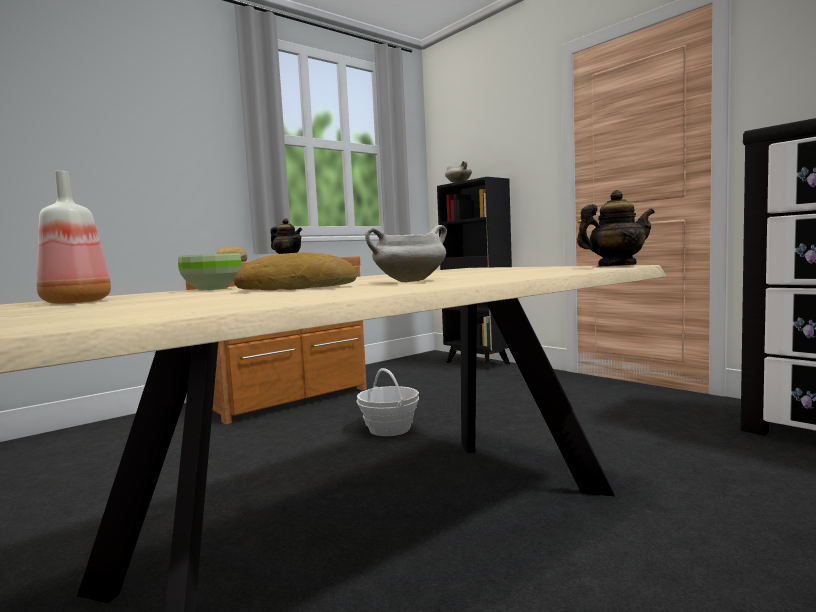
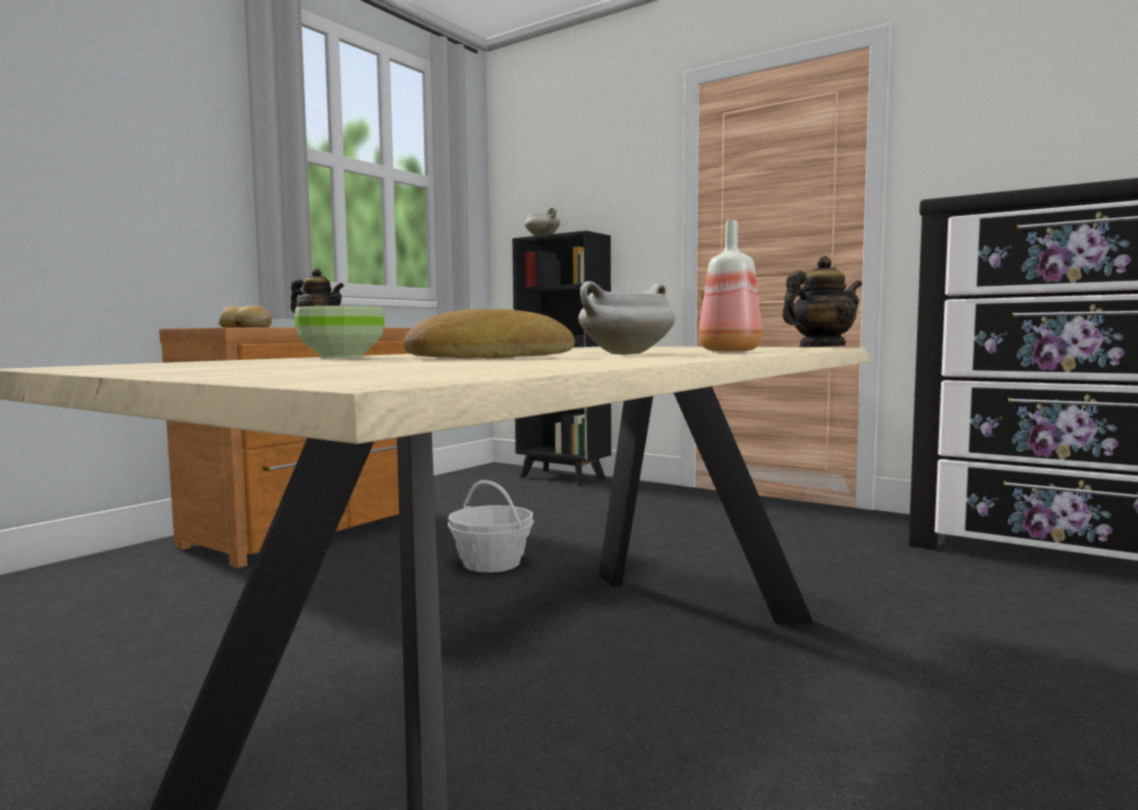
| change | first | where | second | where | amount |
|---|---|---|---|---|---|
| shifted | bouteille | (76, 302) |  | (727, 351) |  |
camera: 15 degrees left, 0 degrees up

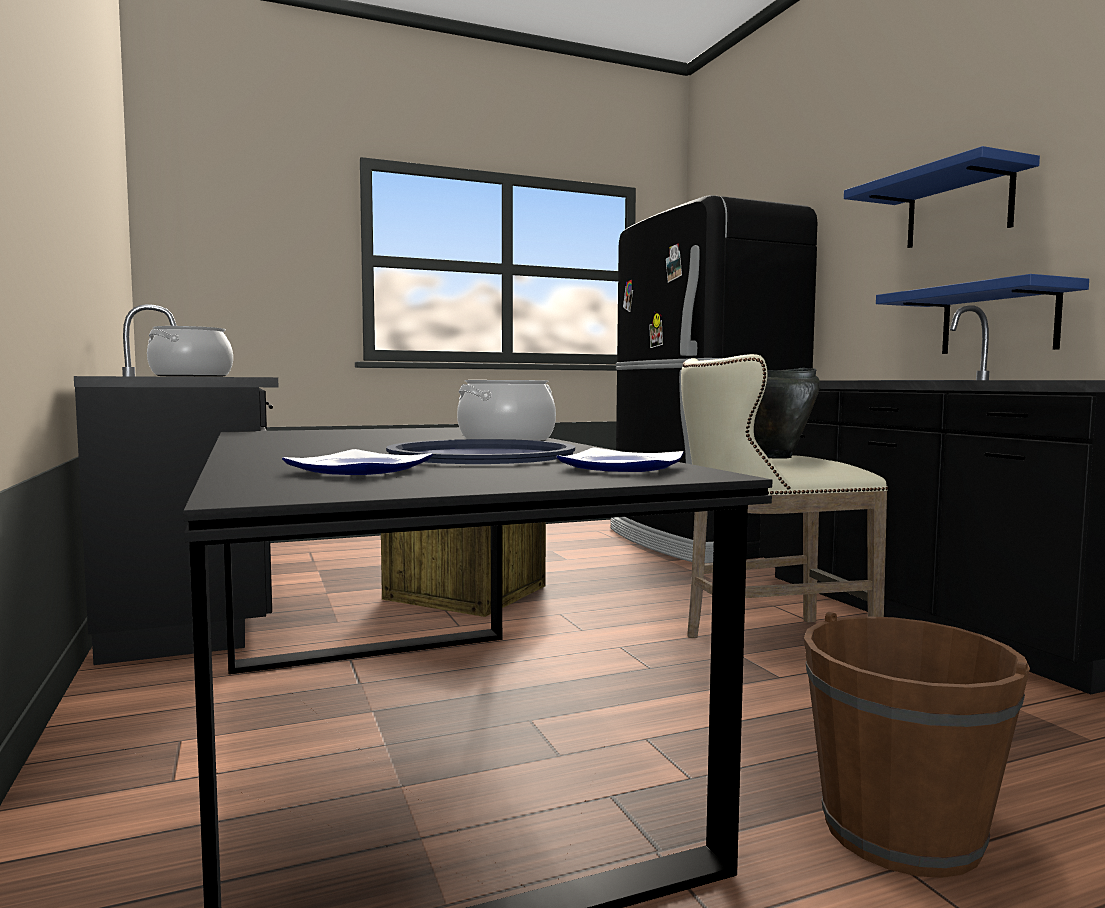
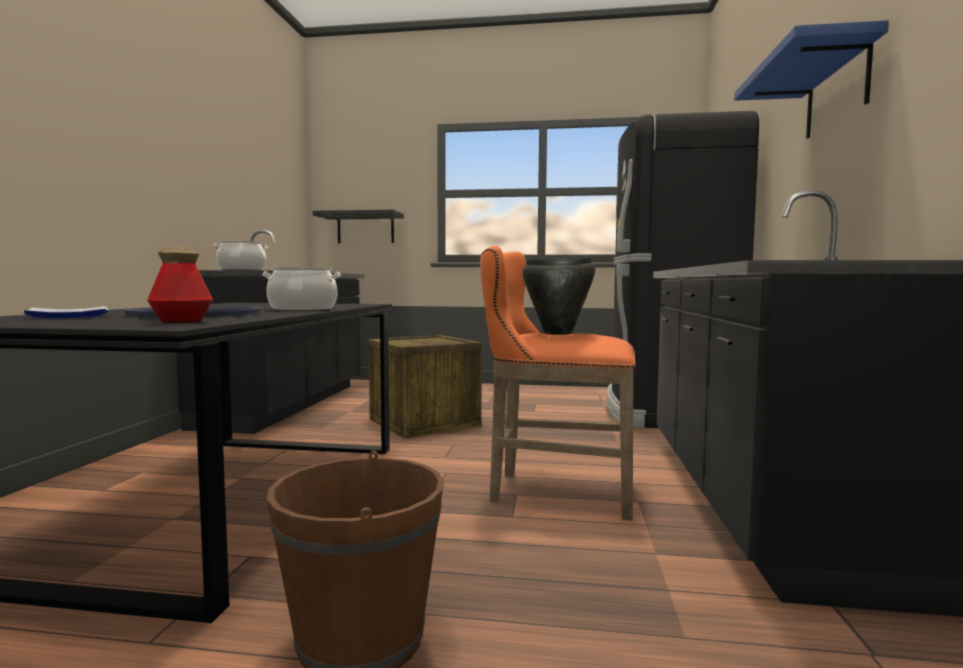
| change | first | where | second | where | amount |
|---|---|---|---|---|---|
| gone | étagère [bleu] | (998, 320) |  |  |  |
| new |  |  | étagère [noir] | (365, 228) |  |
| swapped | assiette | (620, 467) | bouteille | (182, 321) |  |
| repainted | tabouret [beige] | (767, 644) | tabouret [orange] | (554, 492) |  |
camera: 30 degrees right, 0 degrees up

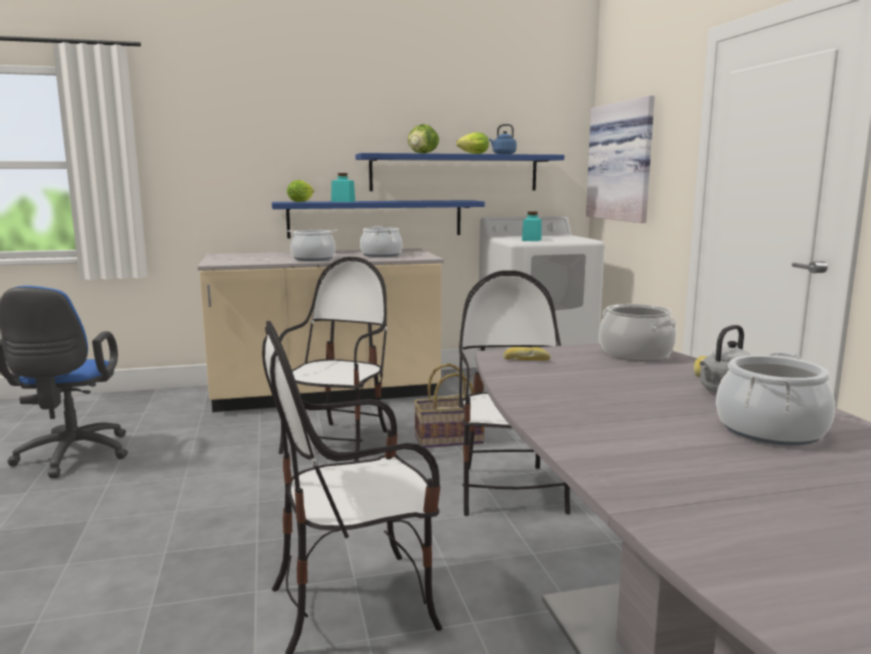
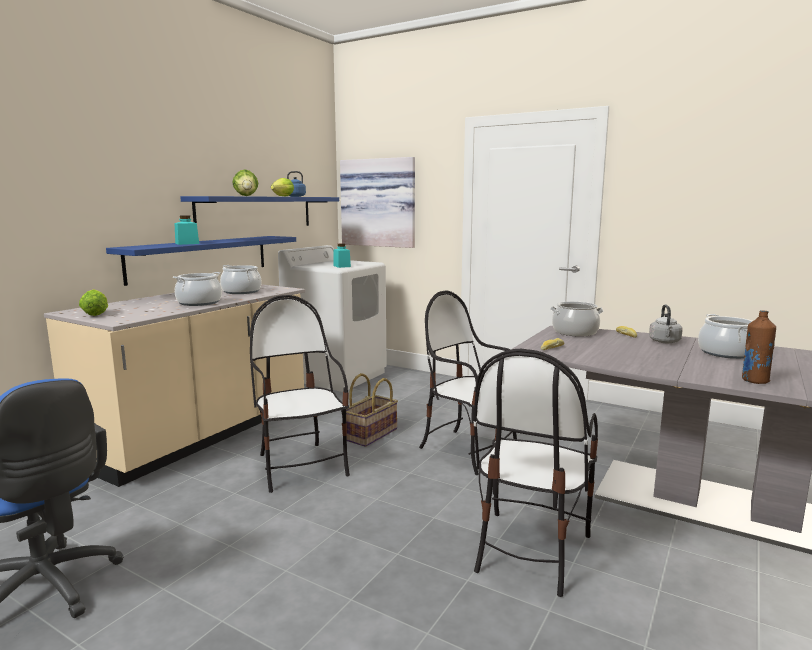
| change | first | where | second | where | amount |
|---|---|---|---|---|---|
| new |  |  | bouteille [marron] | (754, 381) |  |
| shifted | laitue | (302, 201) |  | (96, 314) |  |
camera: 45 degrees left, 0 degrees up

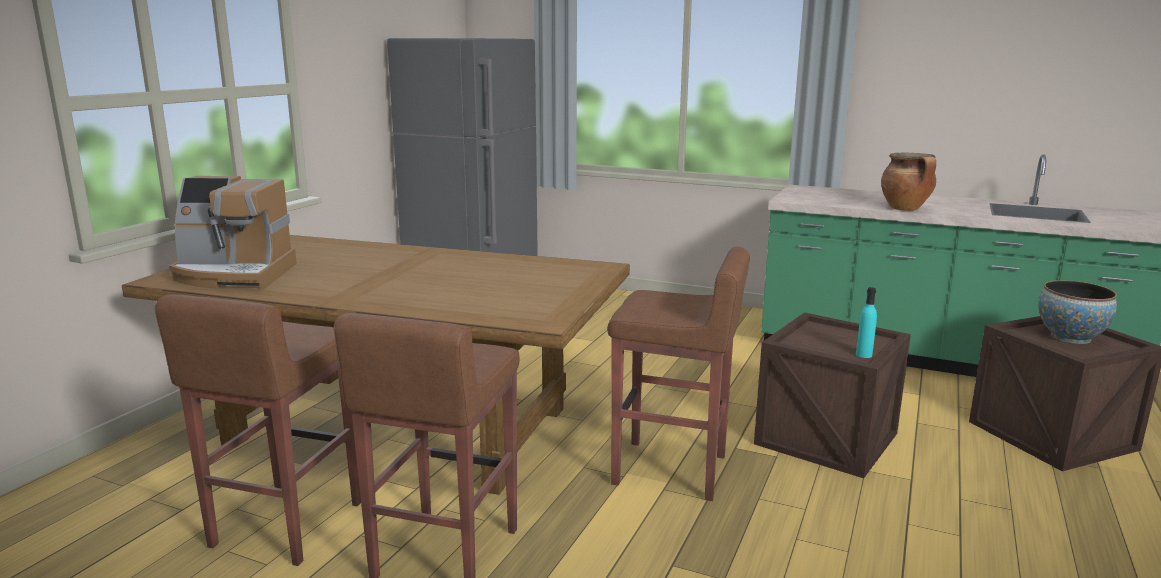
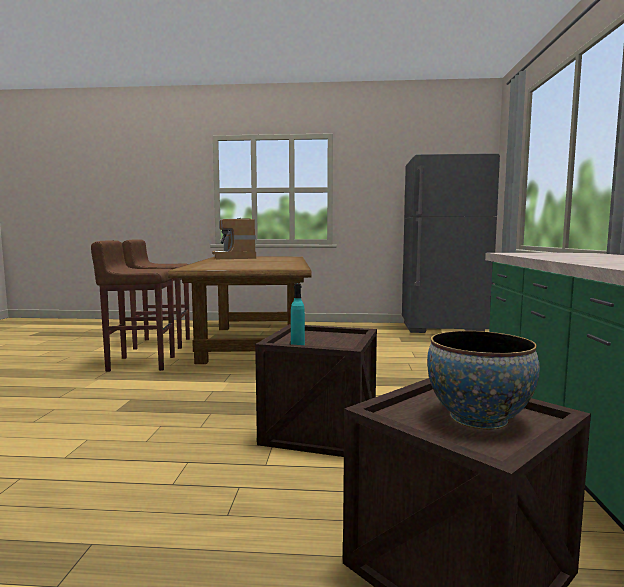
| change | first | where | second | where | amount |
|---|---|---|---|---|---|
| gone | tabouret [marron] | (671, 471) |  |  |  |
| gone | marmite | (906, 209) |  |  |  |
camera: 70 degrees right, 10 degrees down

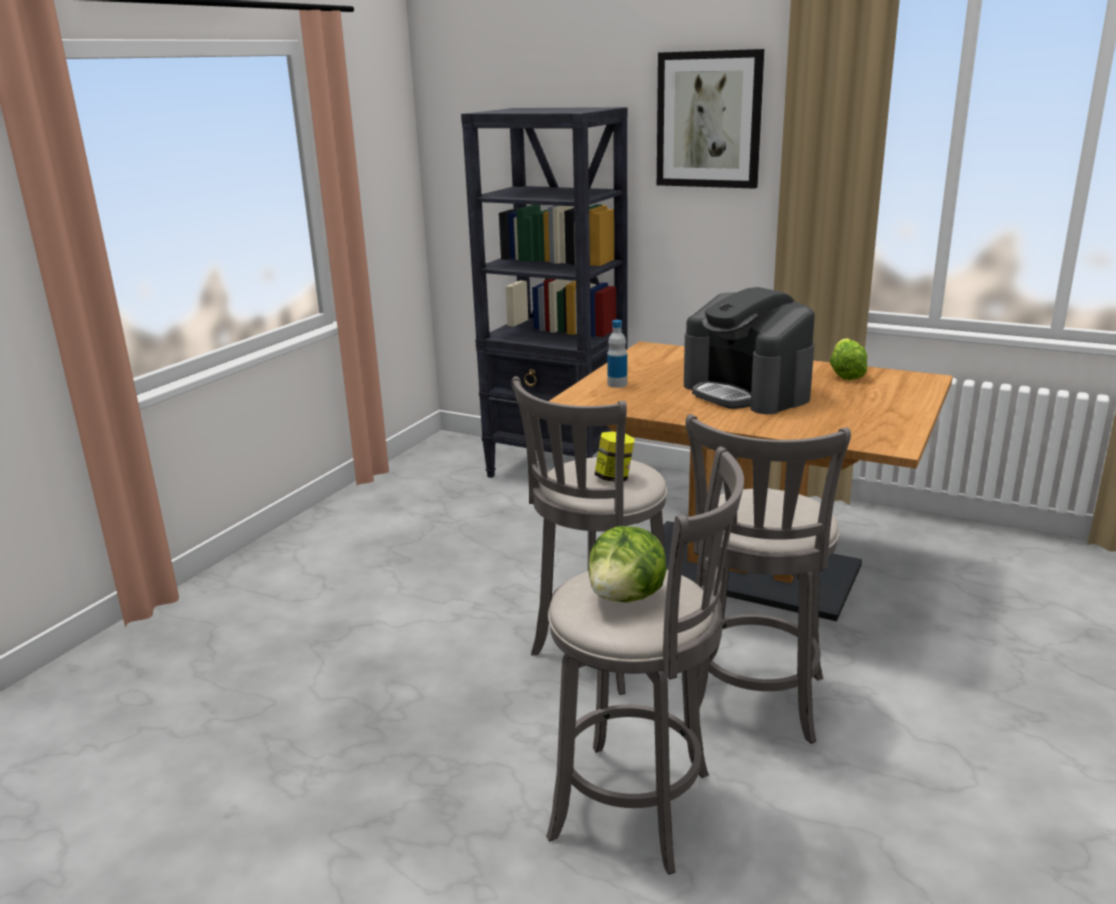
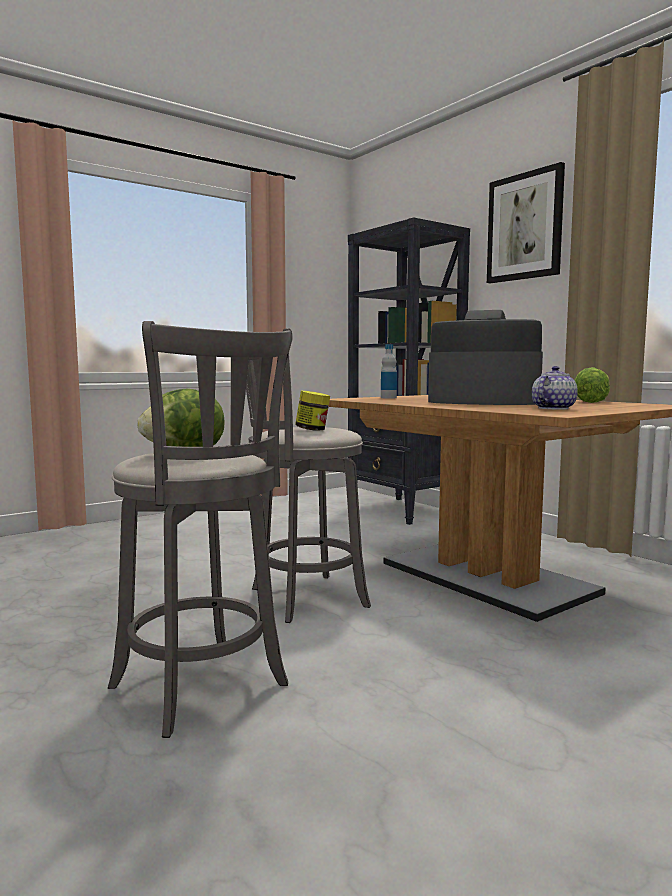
| change | first | where | second | where | amount |
|---|---|---|---|---|---|
| gone | tabouret [gris] | (754, 703) |  |  |  |
| new |  |  | théière | (552, 408) |  |
| rotated | machine à café | (747, 392) |  | (483, 402) | 120 degrees clockwise |
camera: 25 degrees right, 15 degrees down

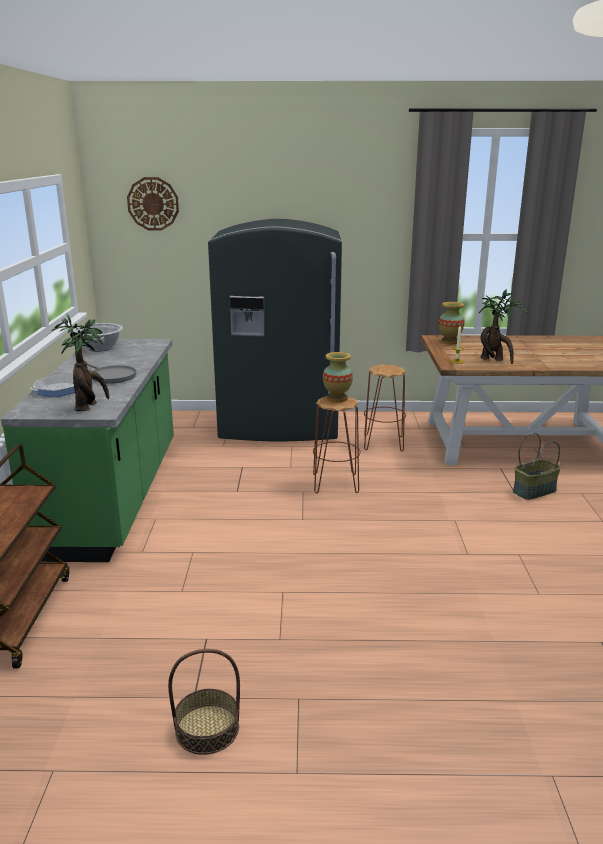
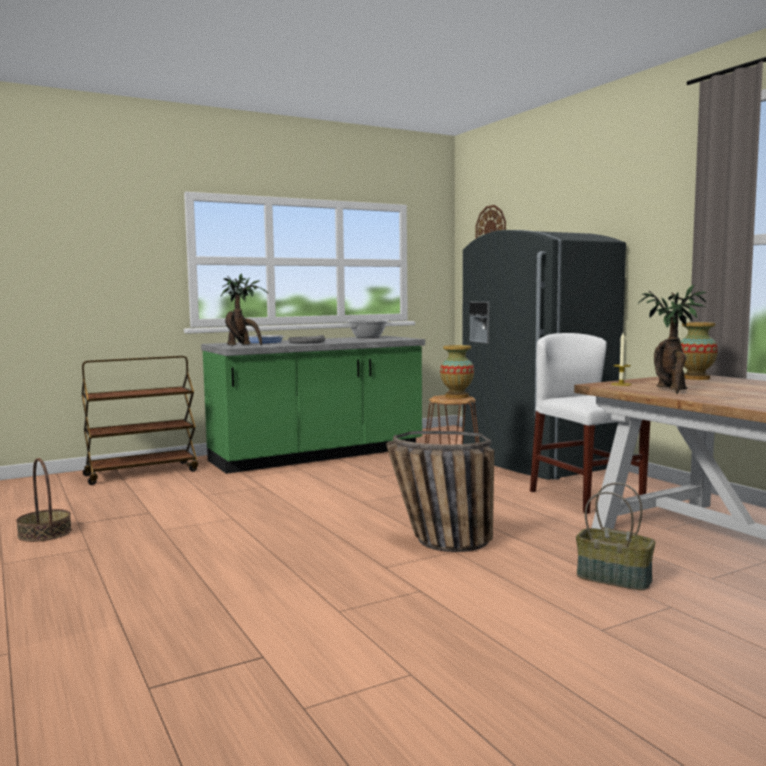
| change | first | where | second | where | amount |
|---|---|---|---|---|---|
| new |  |  | panier | (435, 542) |  |
| swapped | tabouret [marron] | (383, 443) | chaise [blanc] | (586, 497) |  |
camera: 60 degrees right, 15 degrees down

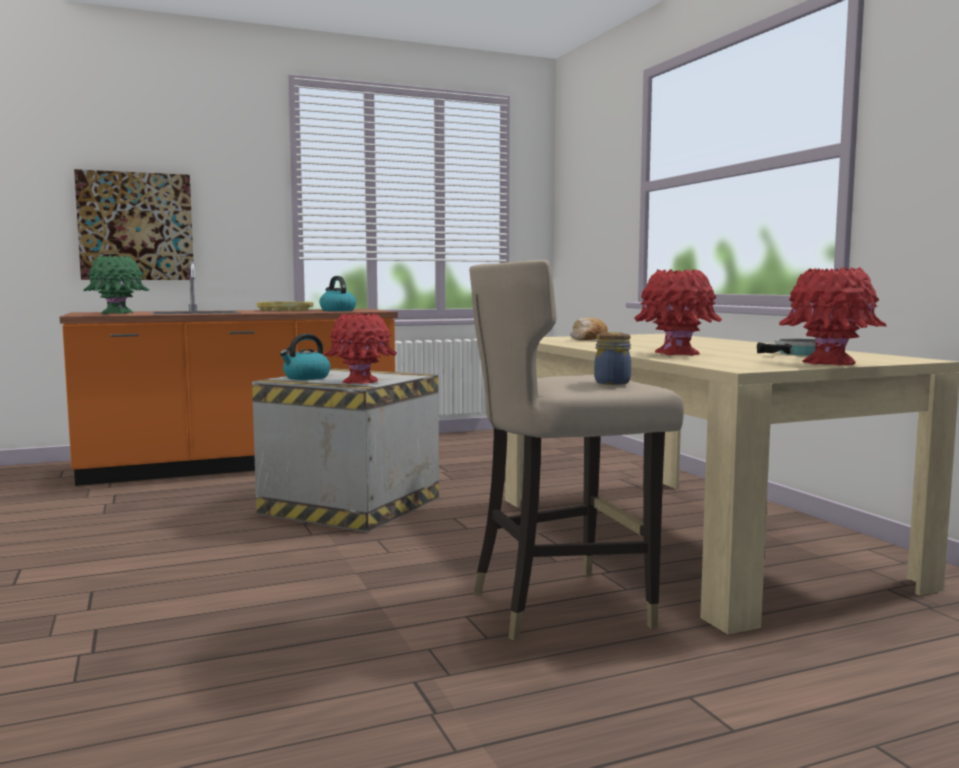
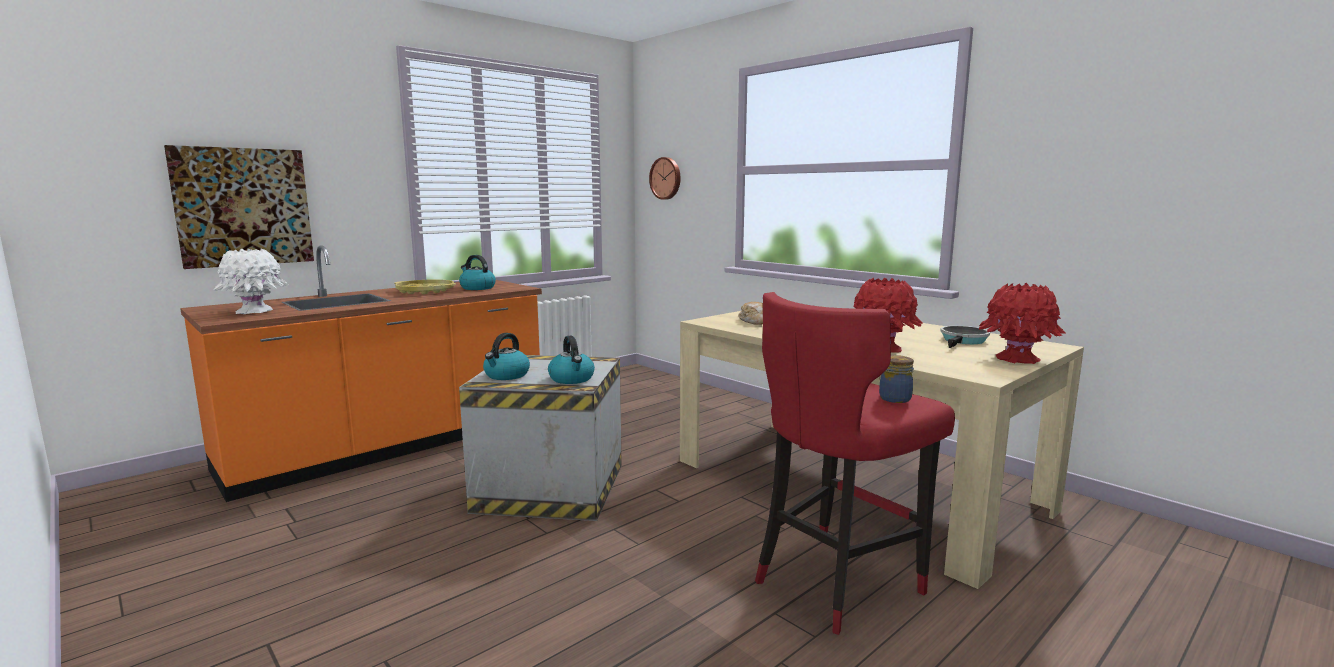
| change | first | where | second | where | amount |
|---|---|---|---|---|---|
| new |  |  | horloge murale | (666, 178) |  |
| swapped | vase [rouge] | (361, 382) | bouilloire | (572, 379) |  |
| repainted | vase [vert] | (117, 313) | vase [blanc] | (255, 311) |  |
| repainted | tabouret [beige] | (562, 605) | tabouret [rouge] | (836, 582) |  |
camera: 20 degrees left, 5 degrees up

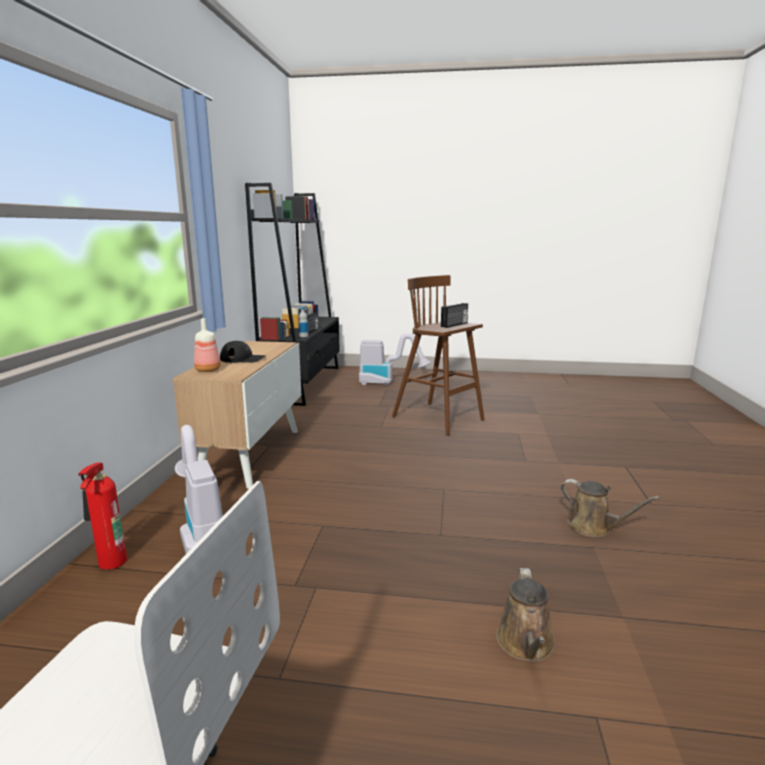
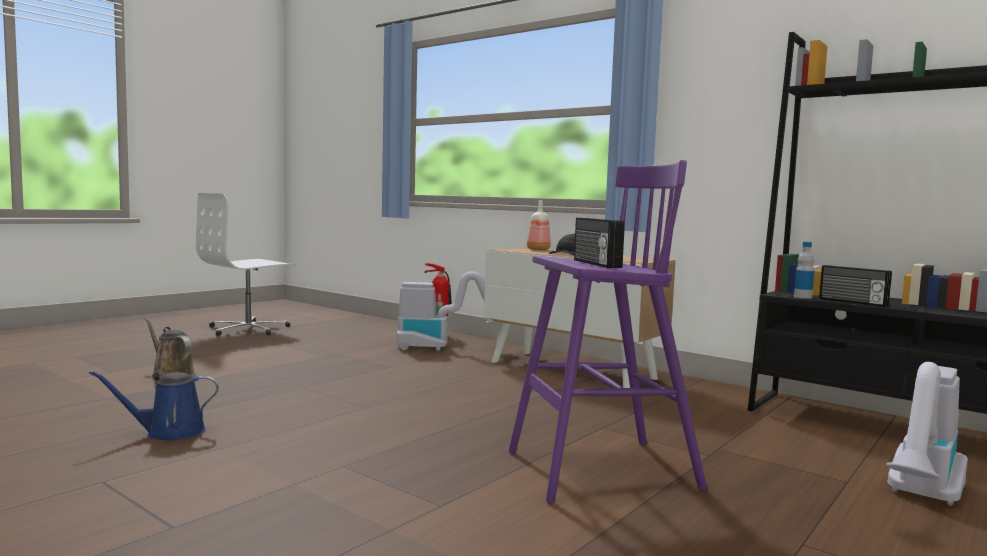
| change | first | where | second | where | amount |
|---|---|---|---|---|---|
| repainted | tabouret [marron] | (439, 419) | tabouret [violet] | (598, 470) |  |
| repainted | arrosoir [marron] | (593, 527) | arrosoir [bleu] | (169, 433) |  |
camera: 120 degrees right, 10 degrees down

